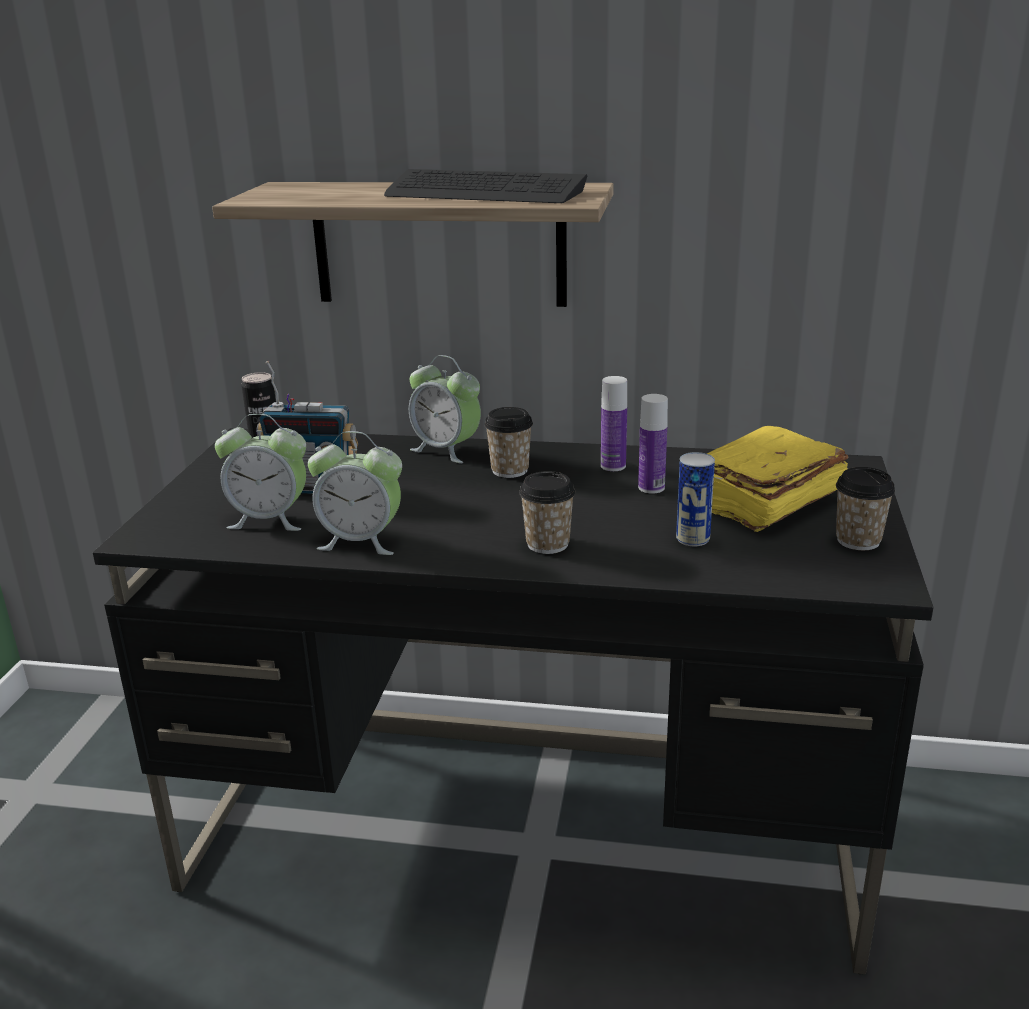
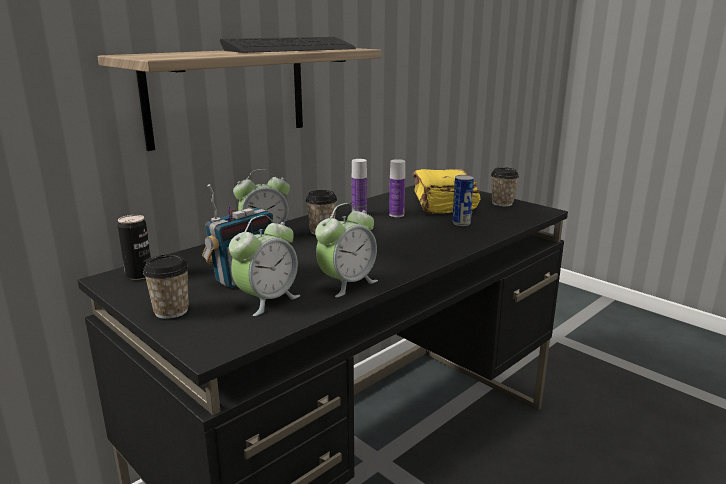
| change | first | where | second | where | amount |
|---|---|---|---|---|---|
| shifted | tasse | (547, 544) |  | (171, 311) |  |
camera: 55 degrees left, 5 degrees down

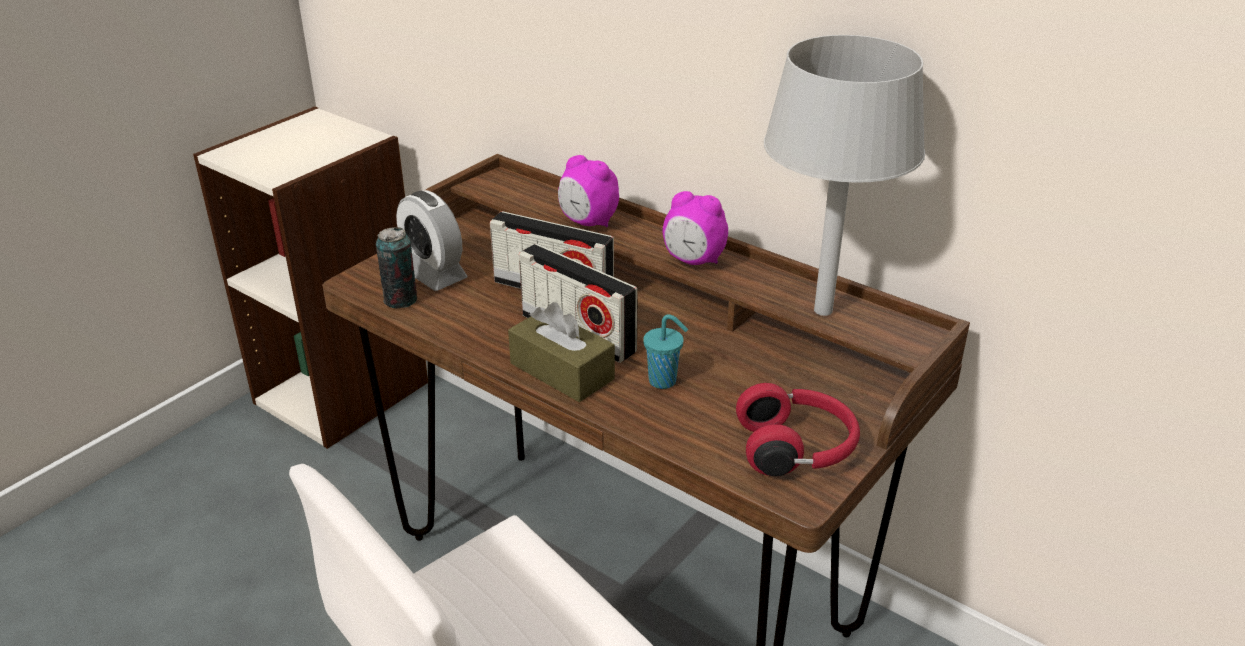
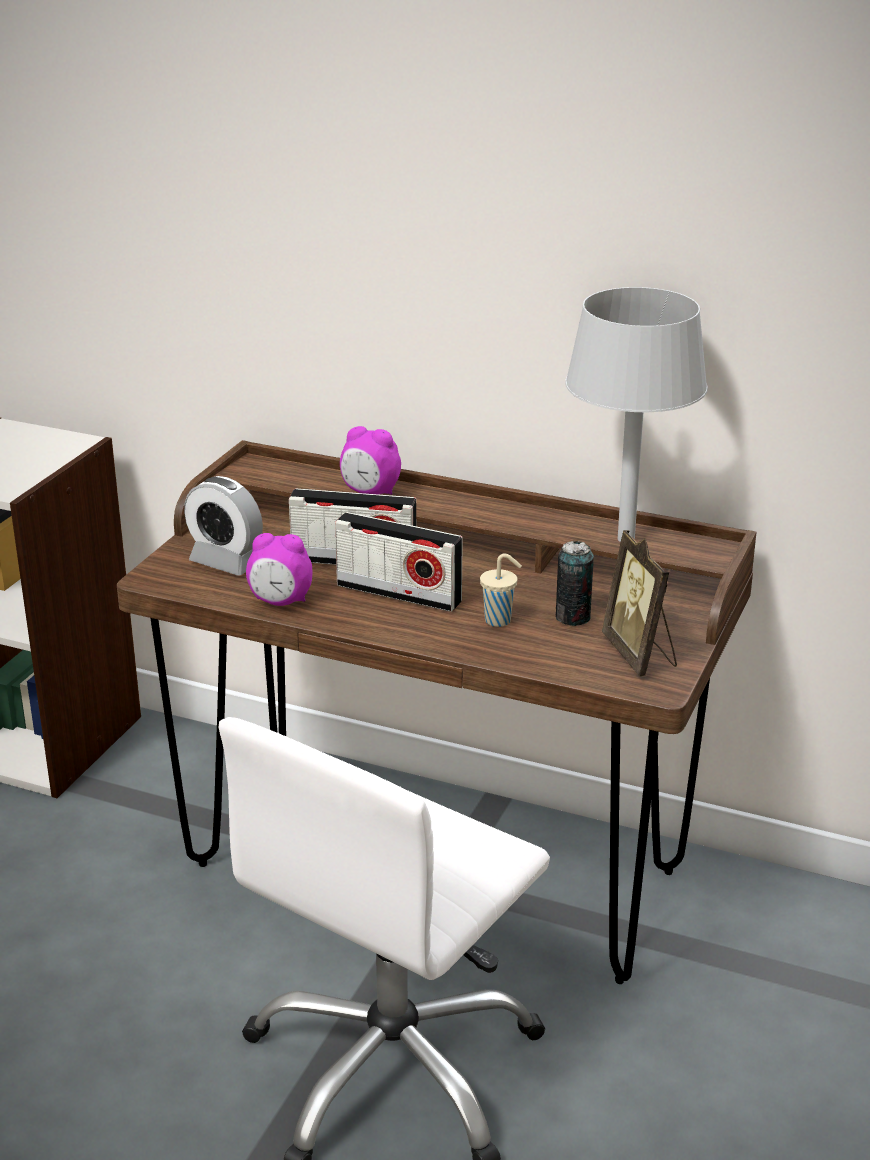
| change | first | where | second | where | amount |
|---|---|---|---|---|---|
| gone | boîte à mouchoirs [marron] | (562, 371) |  |  |  |
| shifted | boîte métallique | (400, 300) |  | (572, 617) |  |
| shifted | réveil | (693, 261) |  | (280, 602) |  |
| swapped | casque audio [rouge] | (797, 448) | cadre photo | (640, 654) |  |
| repainted | tasse [turquoise] | (664, 381) | tasse [beige] | (499, 621) |  |
camera: 15 degrees left, 5 degrees down

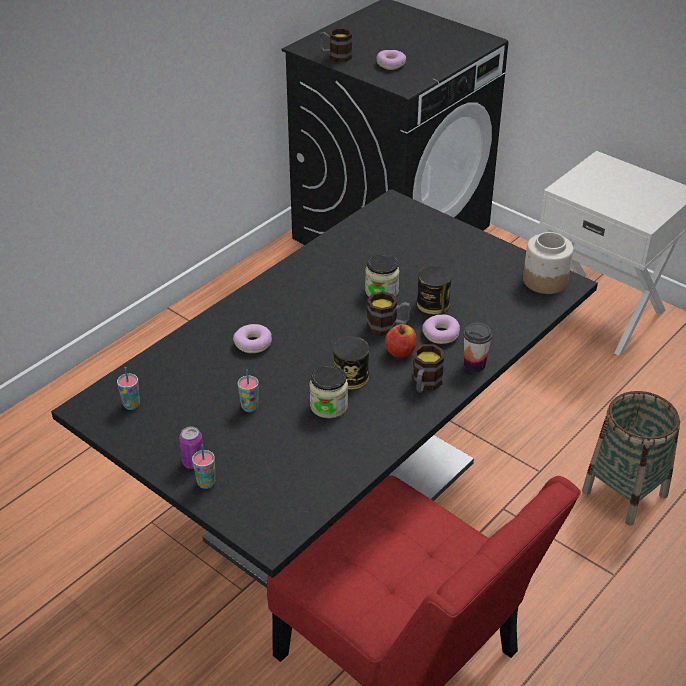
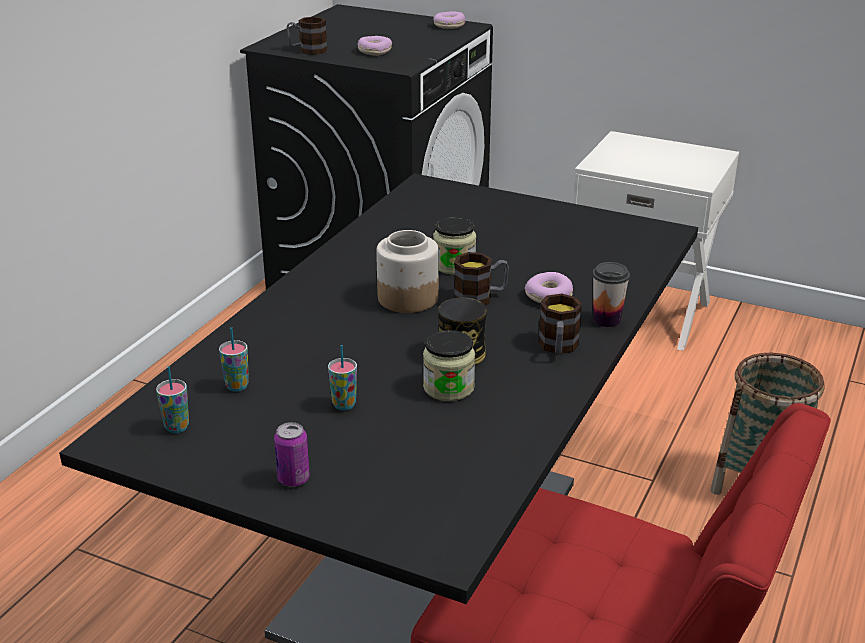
| change | first | where | second | where | amount |
|---|---|---|---|---|---|
| gone | pomme | (400, 352) |  |  |  |
| gone | boîte métallique | (433, 304) |  |  |  |
| shifted | tasse | (206, 483) |  | (237, 386) |  |
| shifted | beignet | (253, 344) |  | (449, 26) |  |
| shifted | bocal | (544, 280) |  | (407, 298) |  |
camera: 15 degrees left, 10 degrees down

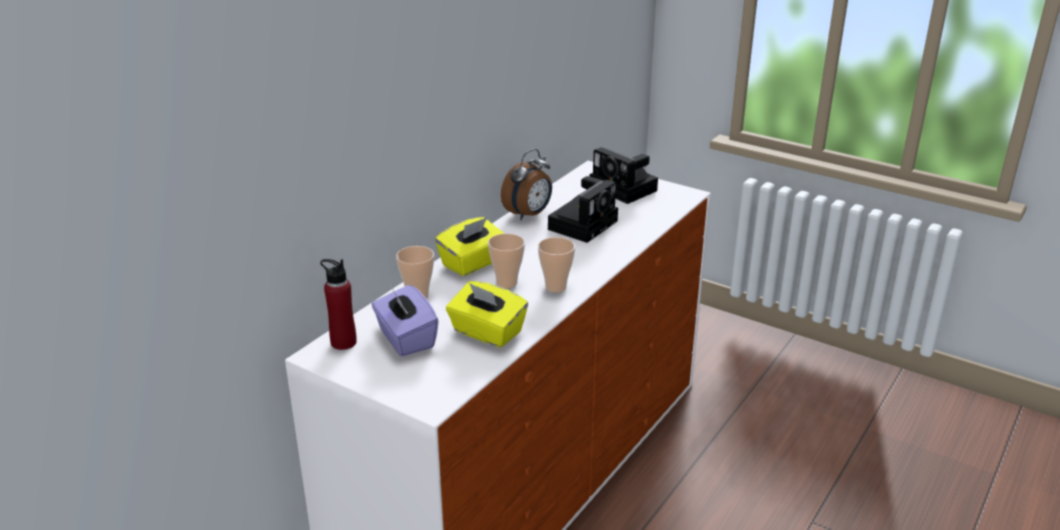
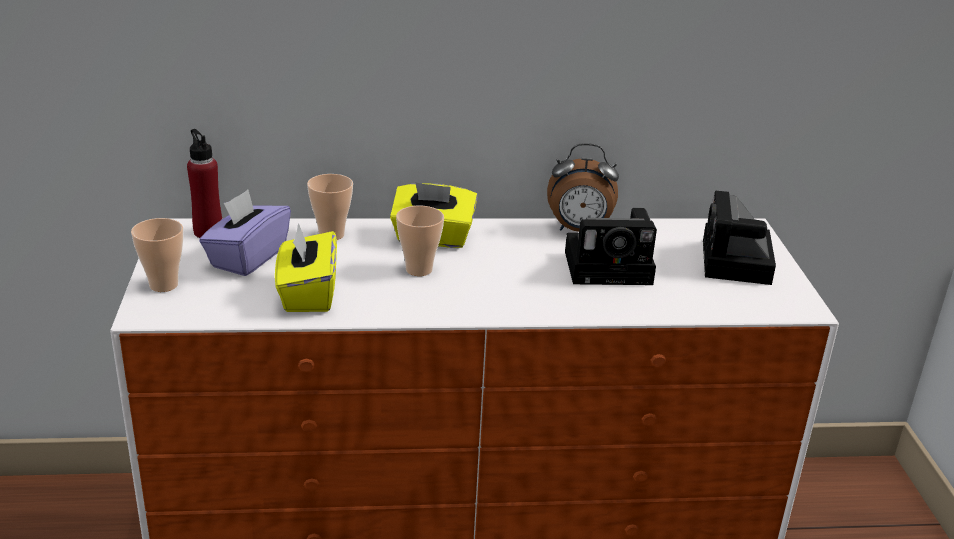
| change | first | where | second | where | amount |
|---|---|---|---|---|---|
| shifted | tasse | (555, 287) |  | (163, 285) |  |
camera: 50 degrees right, 0 degrees up

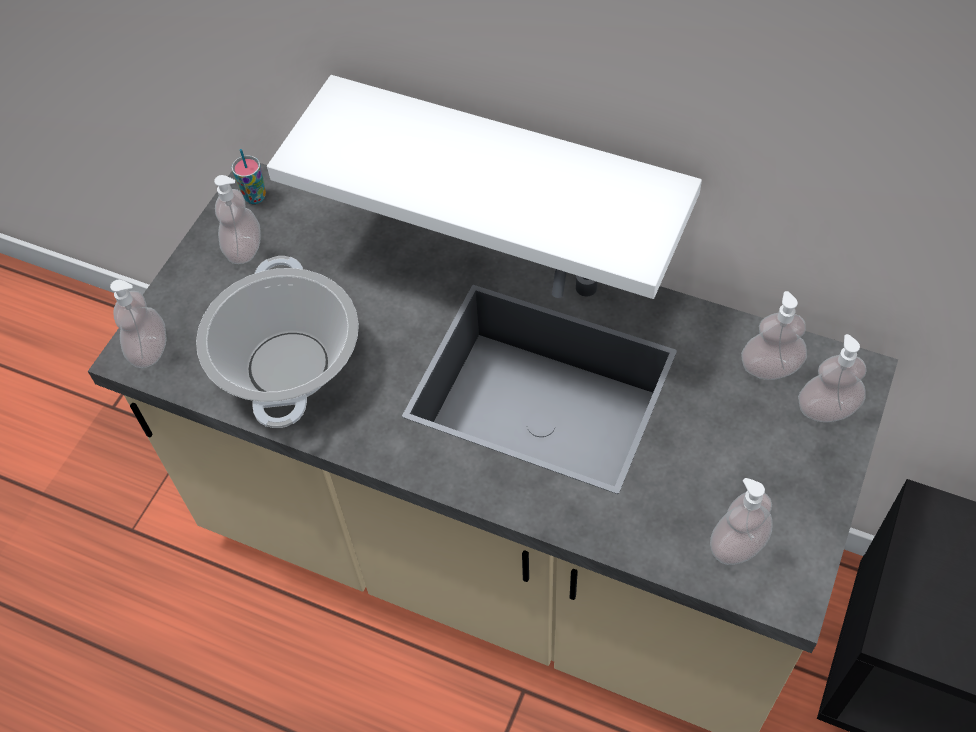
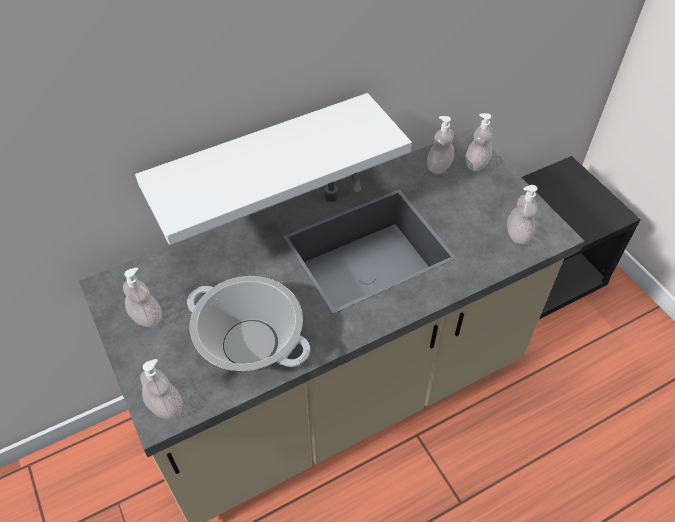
| change | first | where | second | where | amount |
|---|---|---|---|---|---|
| gone | tasse | (255, 197) |  |  |  |
camera: 55 degrees left, 5 degrees down

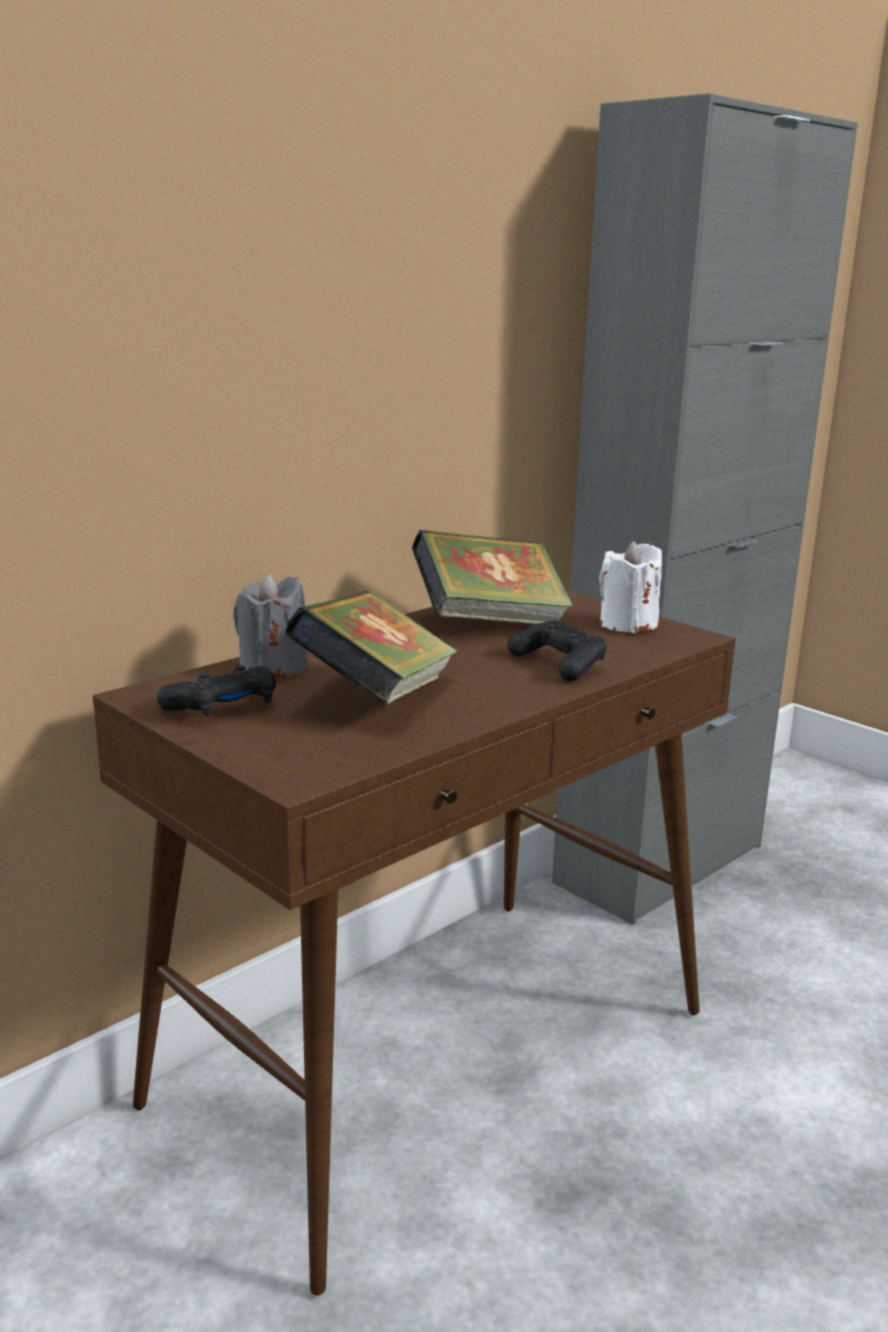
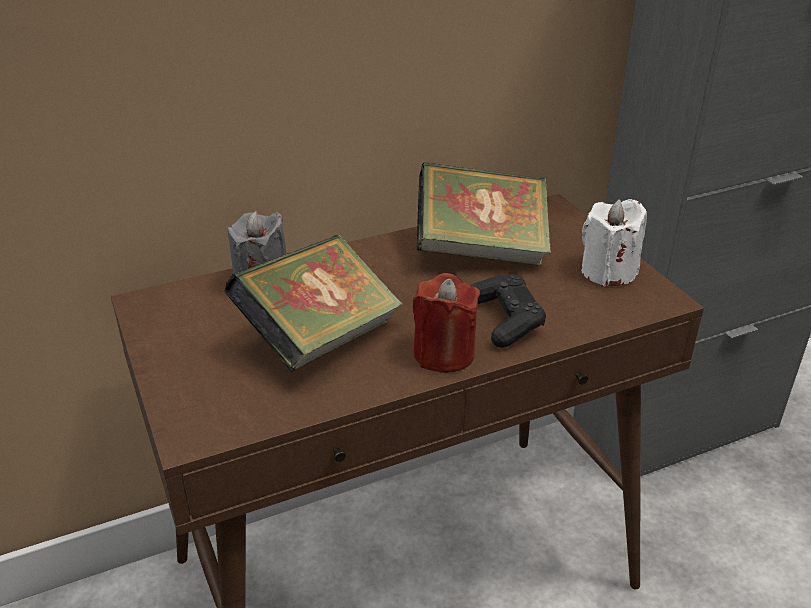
| change | first | where | second | where | amount |
|---|---|---|---|---|---|
| gone | manette [noir] | (223, 707) |  |  |  |
| new |  |  | bougie [rouge] | (444, 354) |  |
camera: 20 degrees right, 15 degrees up

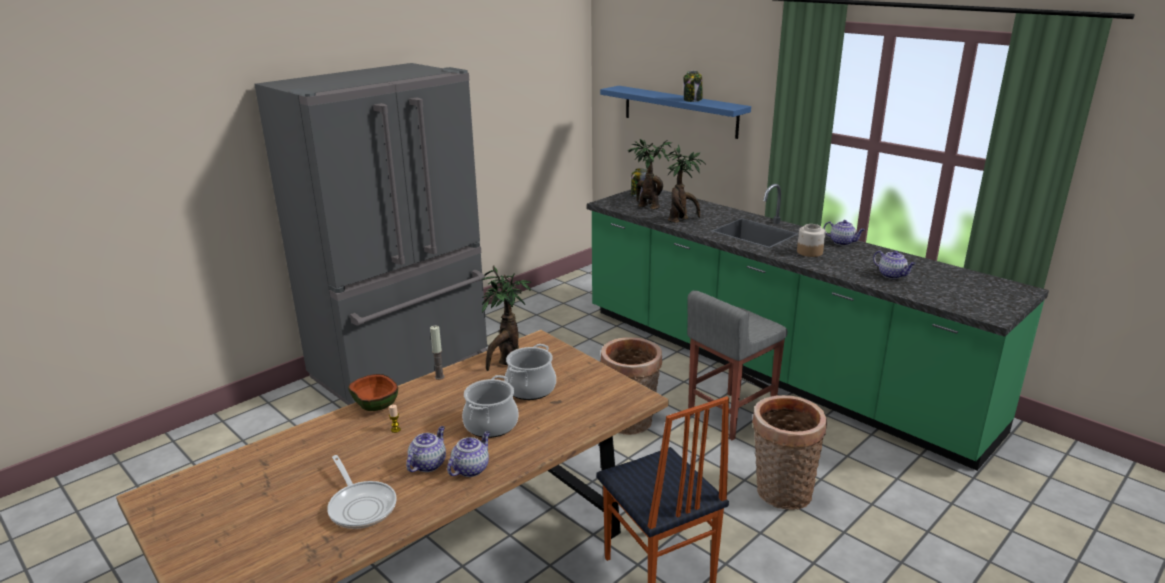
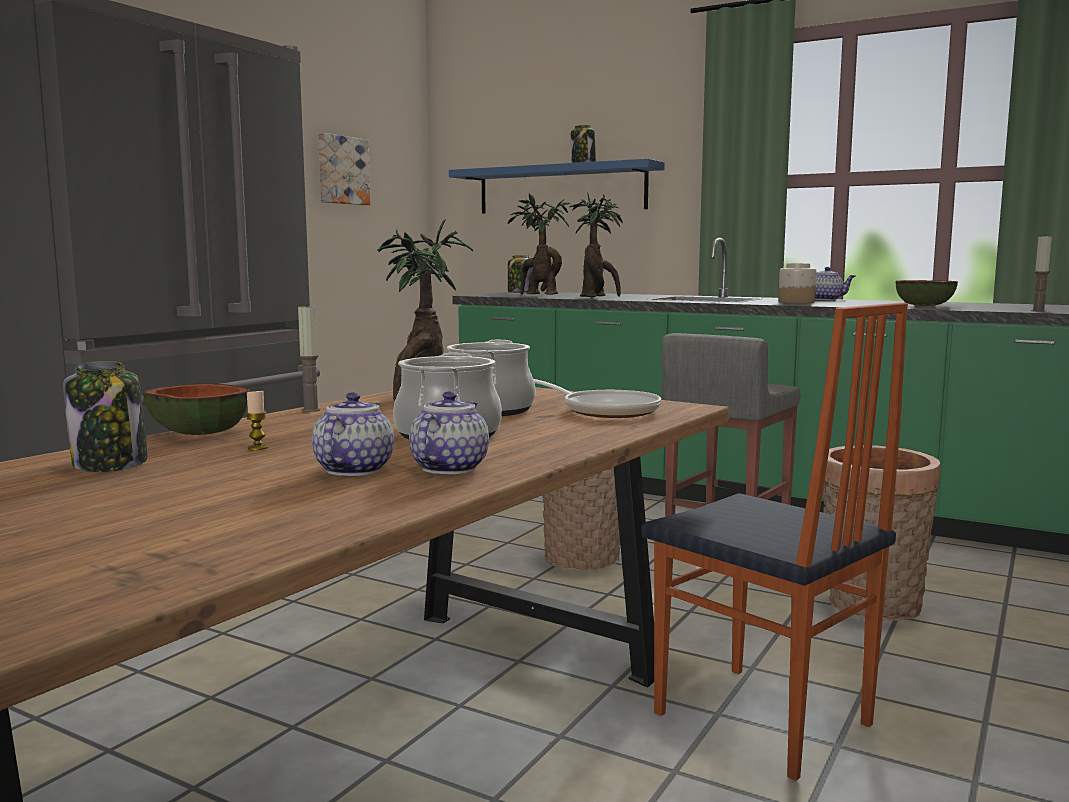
| change | first | where | second | where | amount |
|---|---|---|---|---|---|
| new |  |  | bocal | (111, 464) |  |
| new |  |  | tableau | (342, 170) |  |
| new |  |  | bougie | (1038, 311) |  |
| shifted | poêle | (361, 506) |  | (604, 410) |  |
| swapped | théière | (892, 275) | bol | (925, 305) |  |
camera: 15 degrees left, 15 degrees down

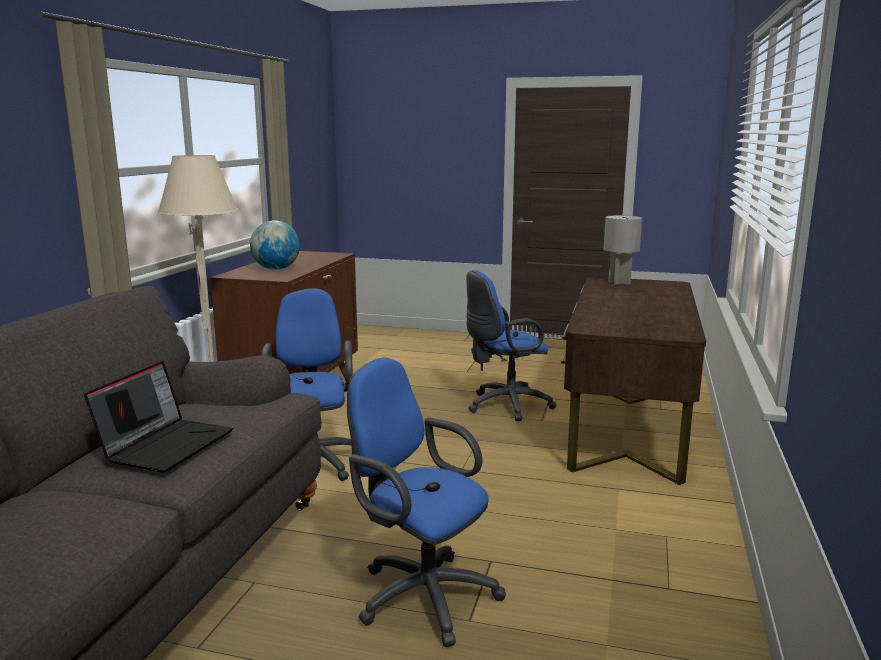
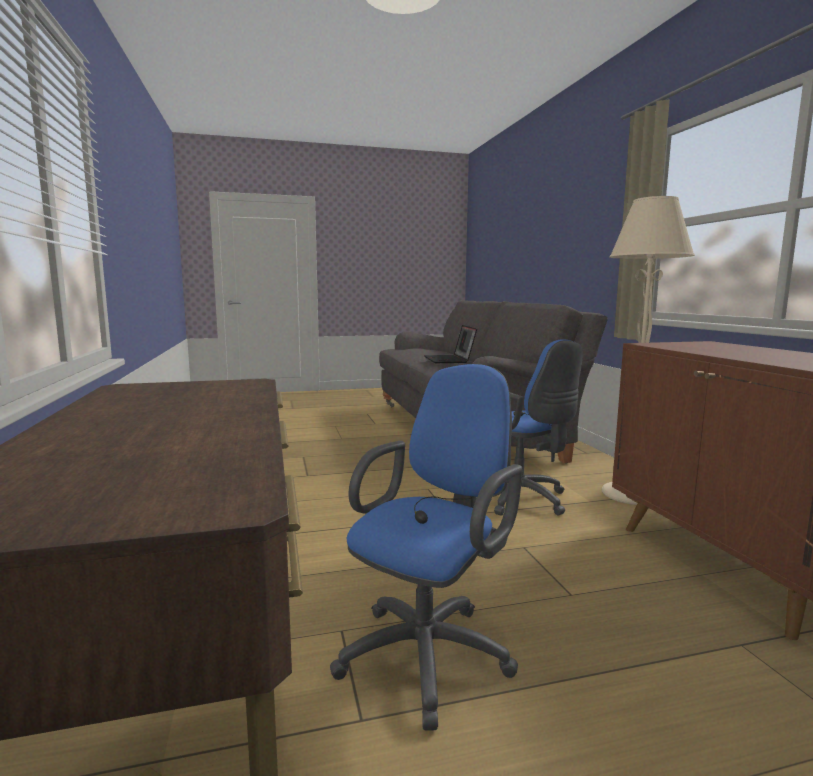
| change | first | where | second | where | amount |
|---|---|---|---|---|---|
| gone | globe | (276, 269) |  |  |  |
| gone | chaise de bureau [bleu] | (420, 594) |  |  |  |
| gone | lampe de table [gris] | (619, 283) |  |  |  |
camera: 150 degrees right, 5 degrees down

